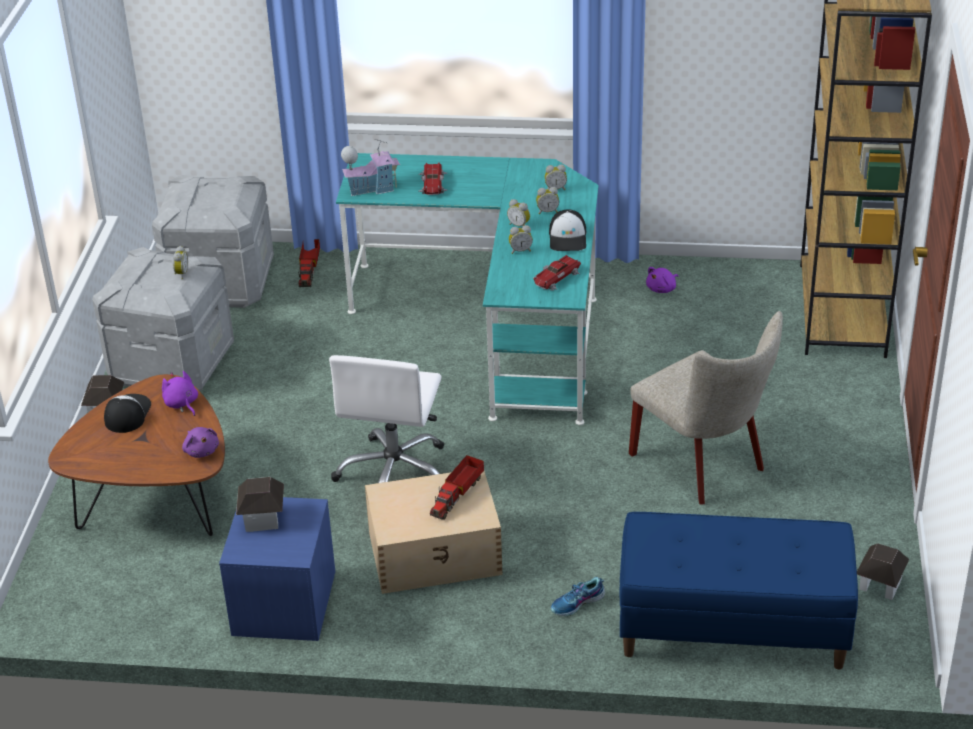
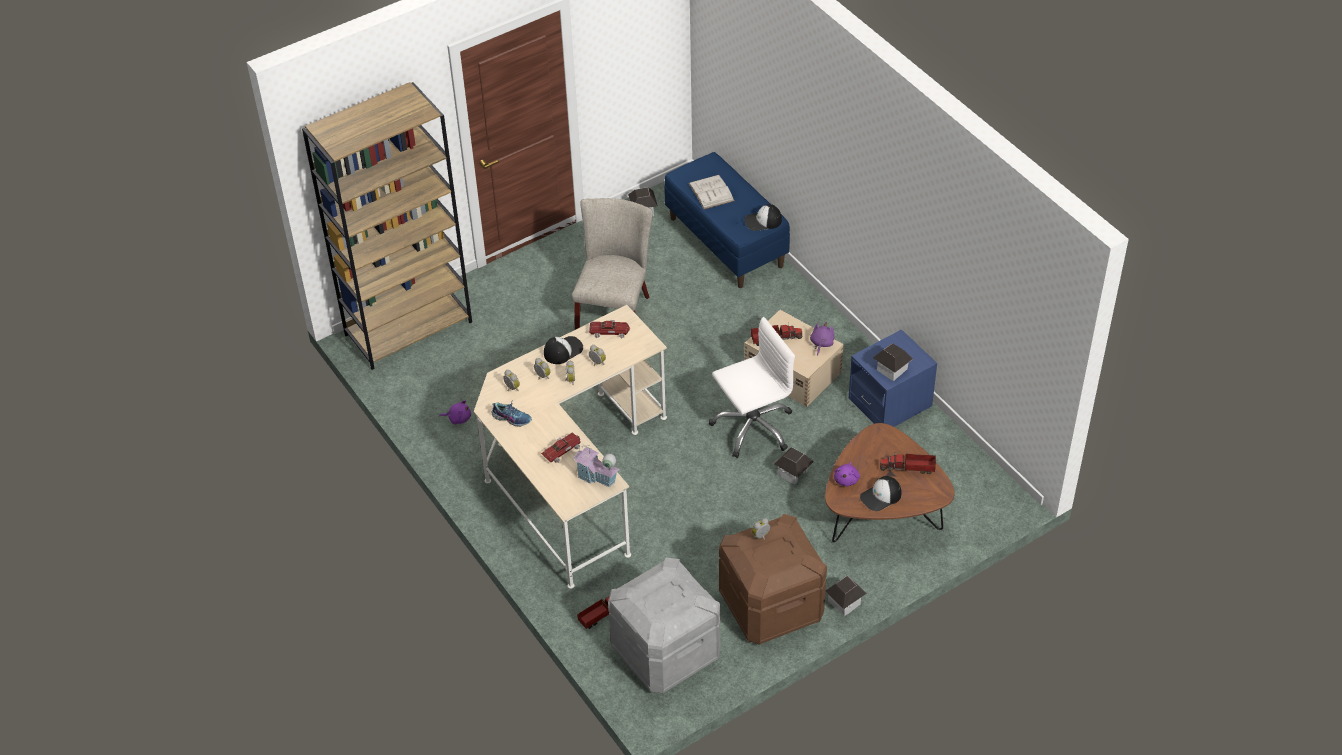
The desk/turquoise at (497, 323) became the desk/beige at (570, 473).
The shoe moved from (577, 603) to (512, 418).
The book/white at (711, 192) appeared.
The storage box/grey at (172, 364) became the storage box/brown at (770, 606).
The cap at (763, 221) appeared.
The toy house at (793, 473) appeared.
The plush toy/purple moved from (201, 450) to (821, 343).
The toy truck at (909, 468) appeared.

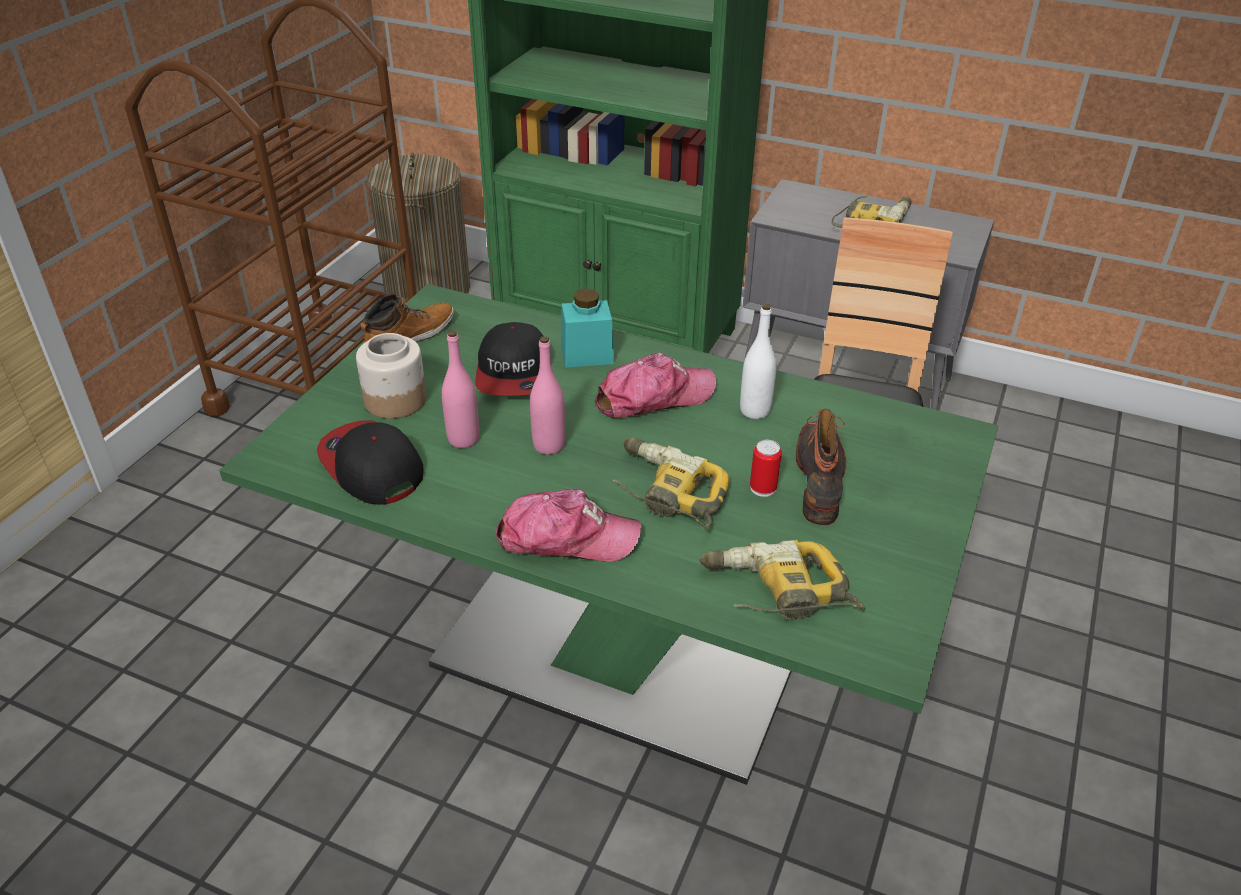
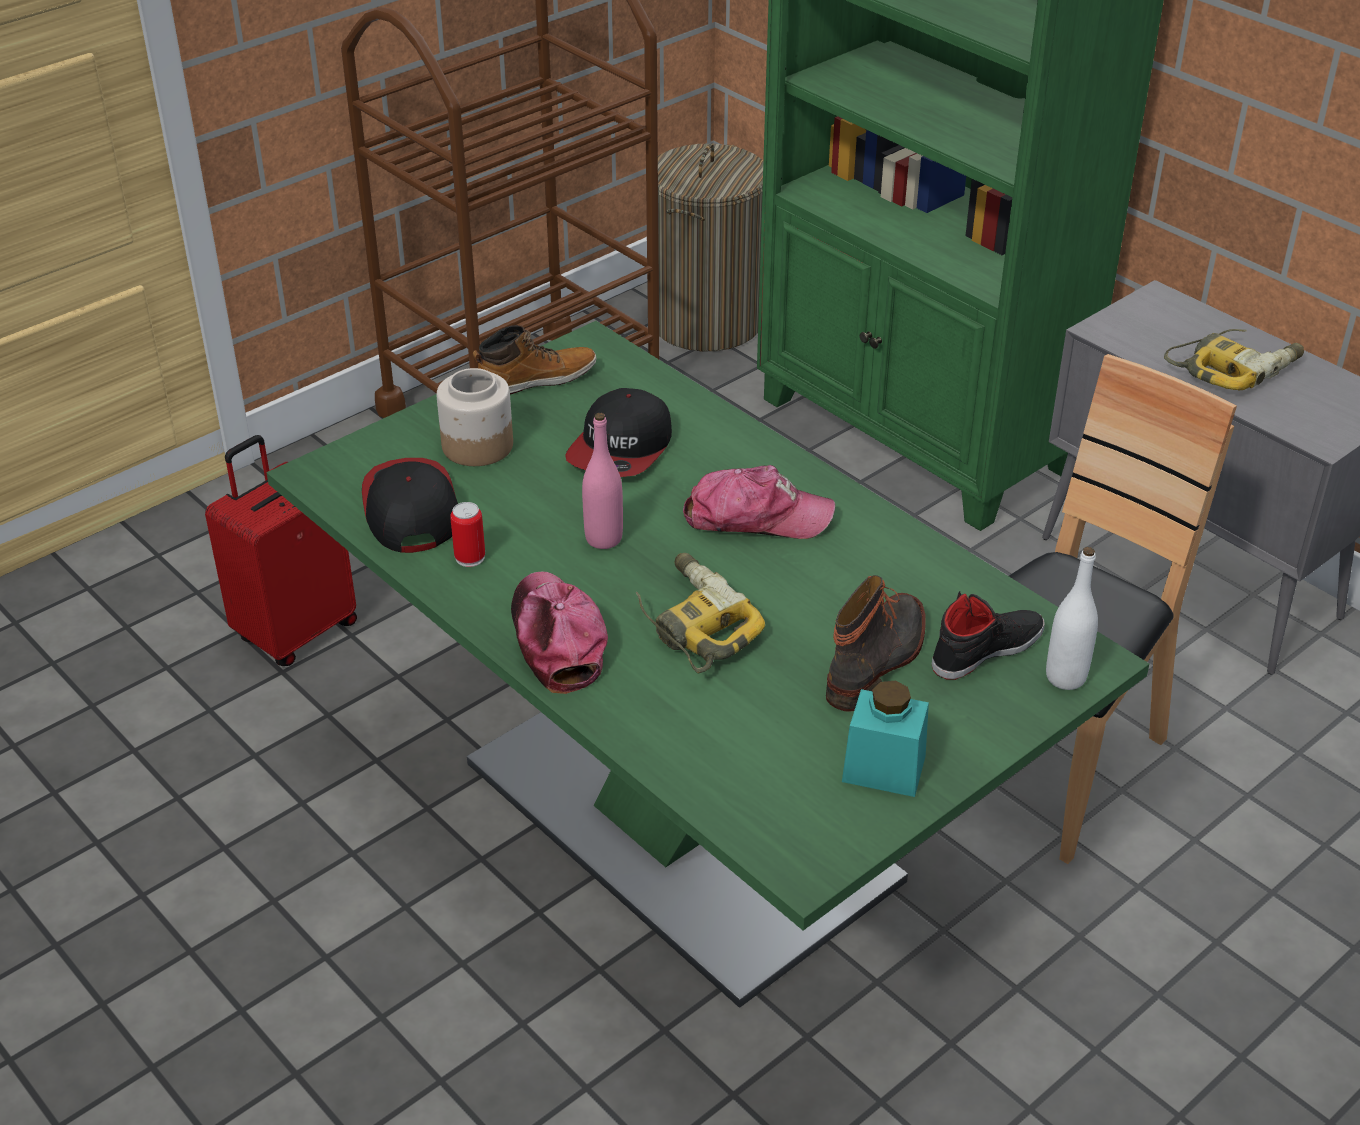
The suitcase/red at (295, 631) appeared.
The can moved from (763, 488) to (470, 557).
The cap at (567, 537) turned 135 degrees counterclockwise.
The jar/turquoise moved from (587, 354) to (883, 769).
The shoe/black at (986, 649) appeared.
The bottle/white moved from (755, 410) to (1065, 677).
The bottle/pink at (463, 439) disappeared.
The power drill at (777, 592) disappeared.

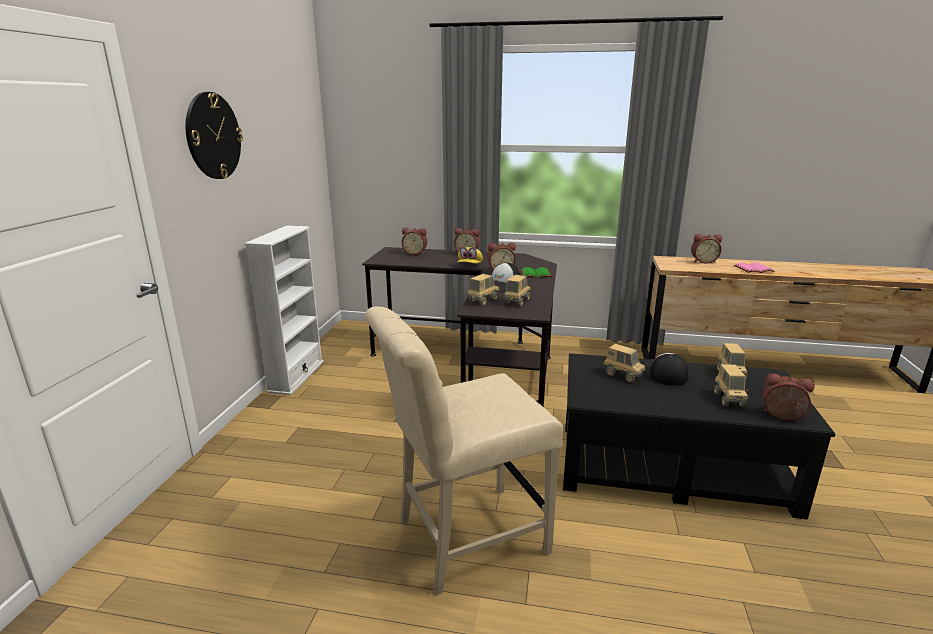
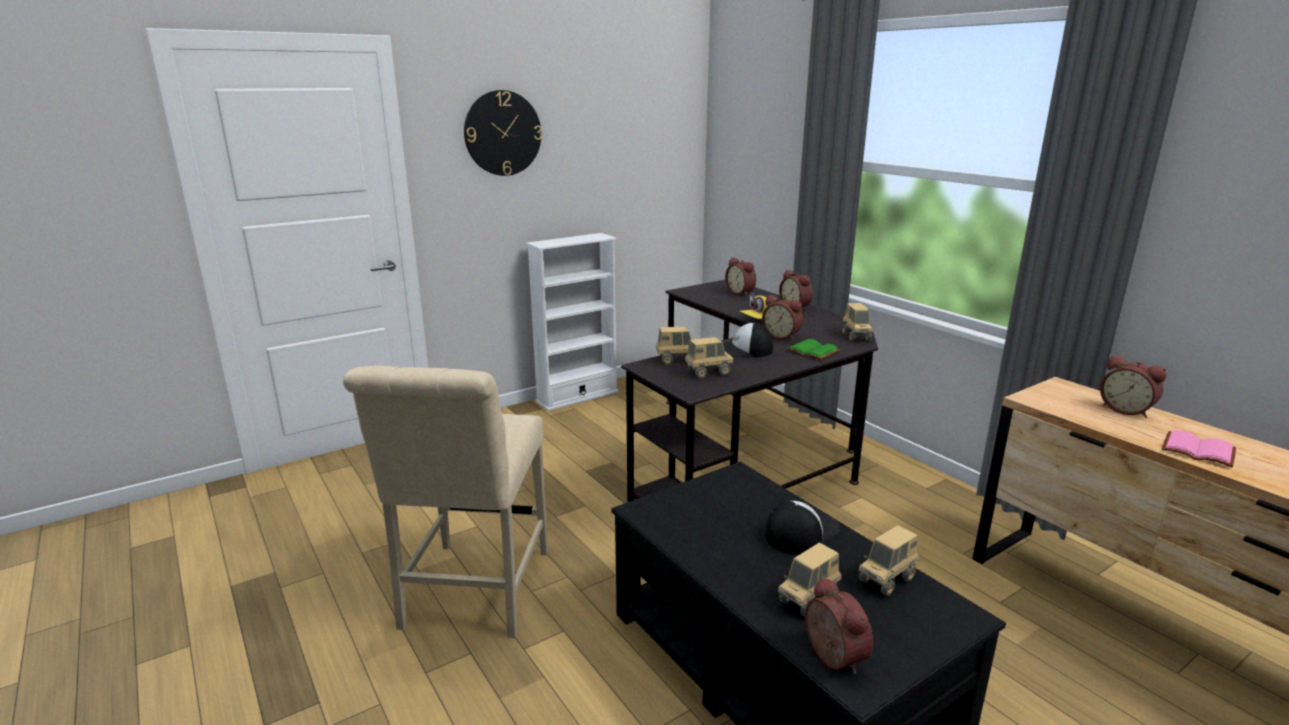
The chair/beige at (463, 538) turned 105 degrees counterclockwise.
The toy truck moved from (623, 375) to (856, 336).

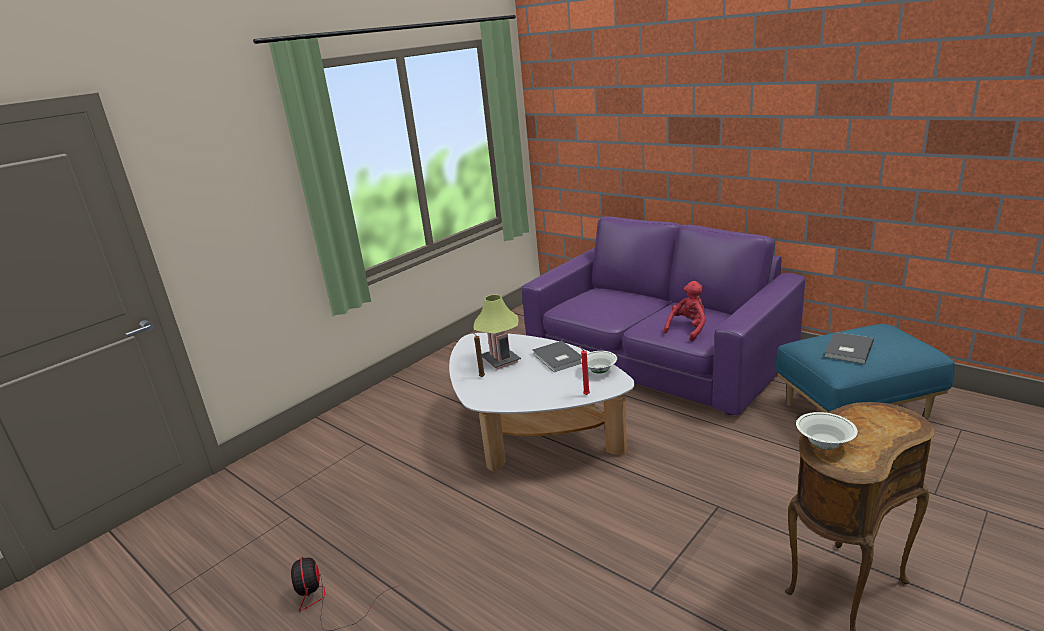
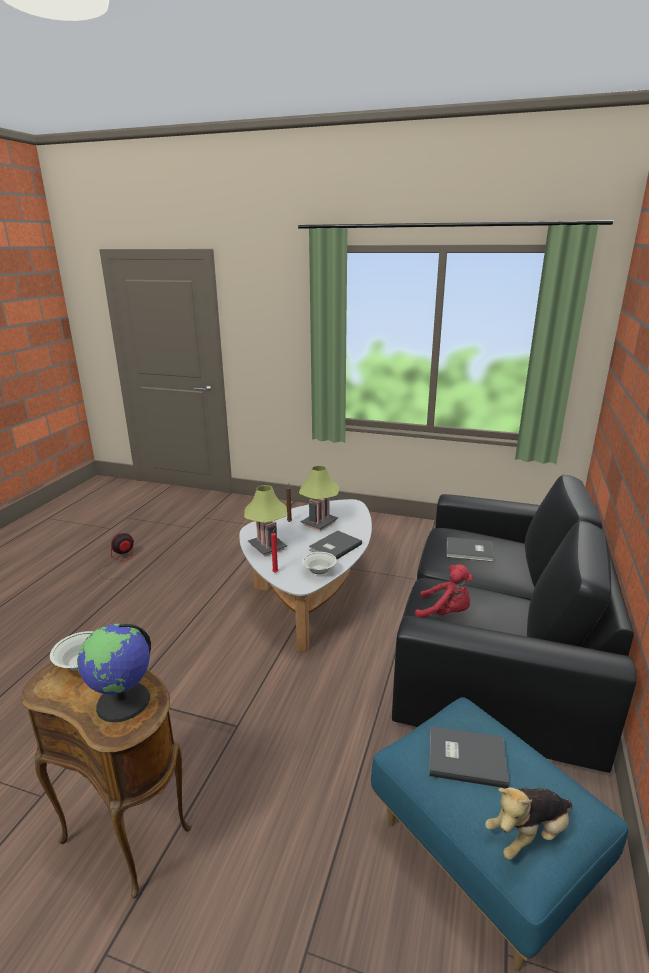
The globe at (124, 702) appeared.
The table lamp at (267, 547) appeared.
The sofa/purple at (657, 356) became the sofa/black at (496, 643).
The book/grey at (470, 551) appeared.
The plush toy at (528, 834) appeared.

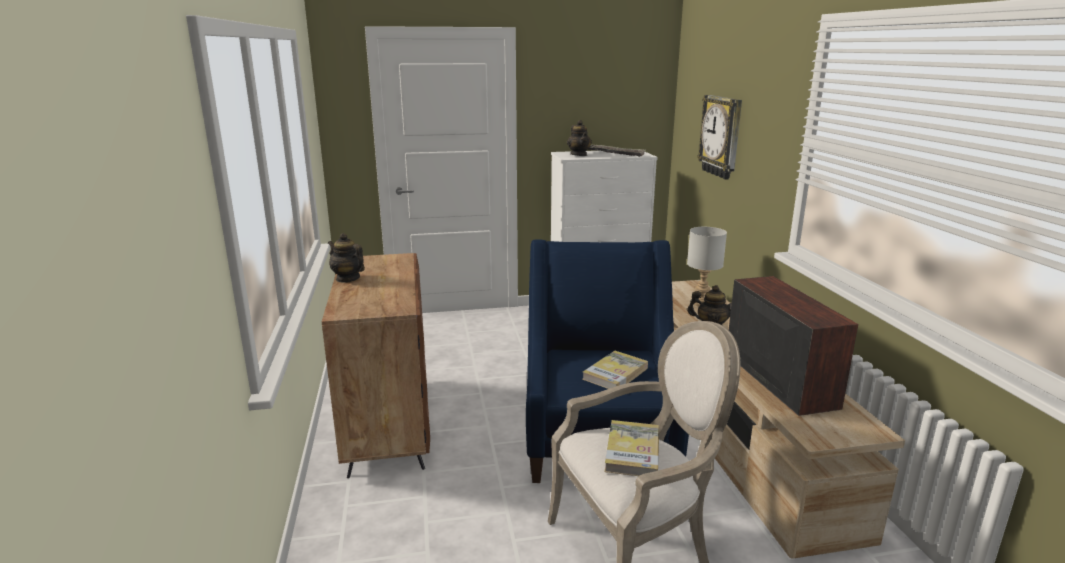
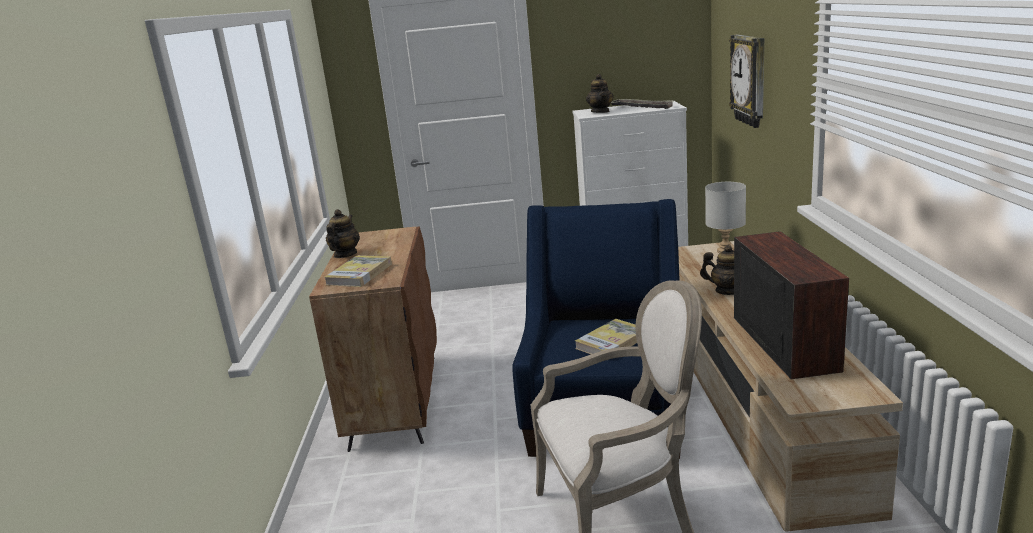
The book moved from (632, 452) to (359, 274).
The teapot at (348, 278) turned 60 degrees clockwise.

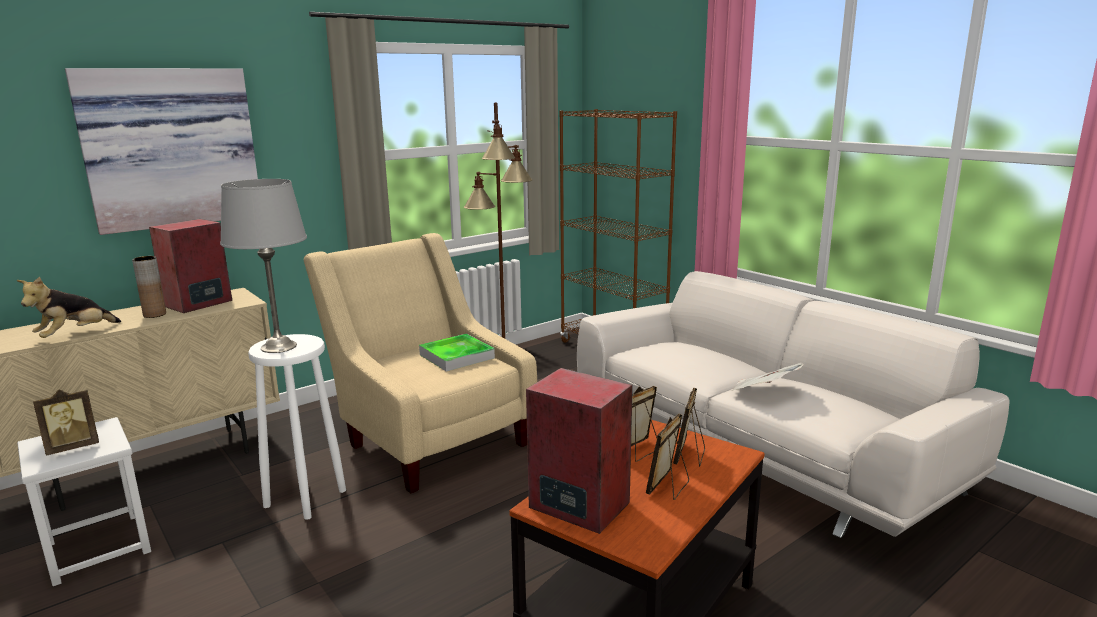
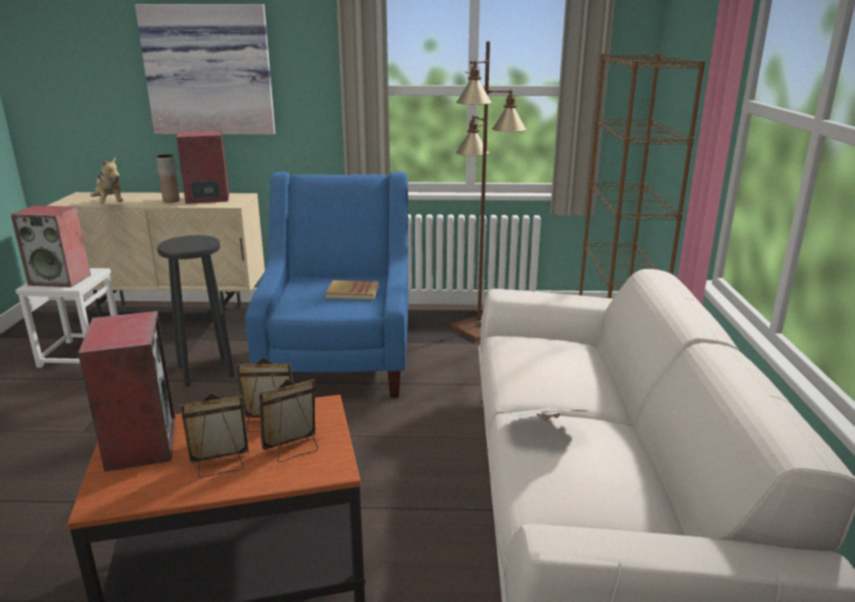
The picture frame at (73, 447) was replaced by the speaker at (61, 280).
The plush toy at (74, 335) turned 105 degrees counterclockwise.
The stool/white at (306, 497) became the stool/black at (206, 371).
The armchair/beige at (429, 438) became the armchair/blue at (340, 361).
The tray at (457, 356) was replaced by the book at (352, 292).
The table lamp/grey at (278, 346) disappeared.

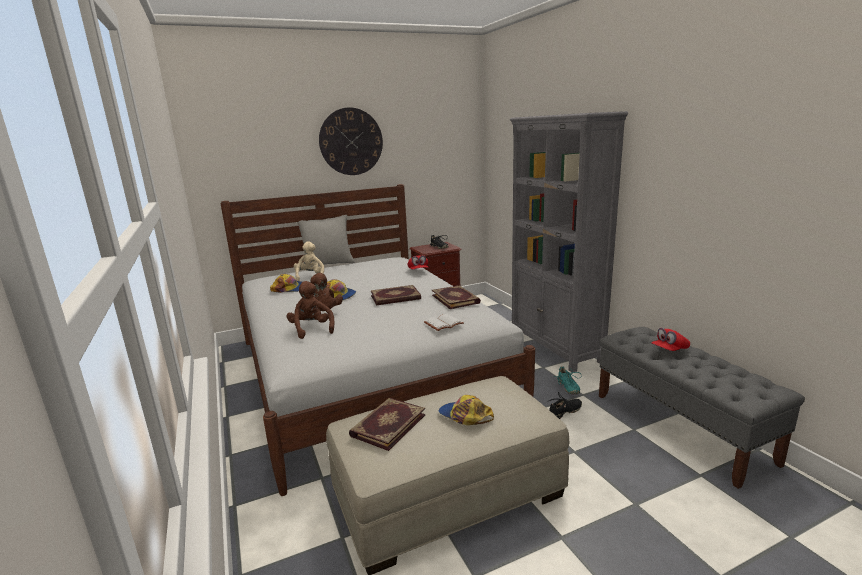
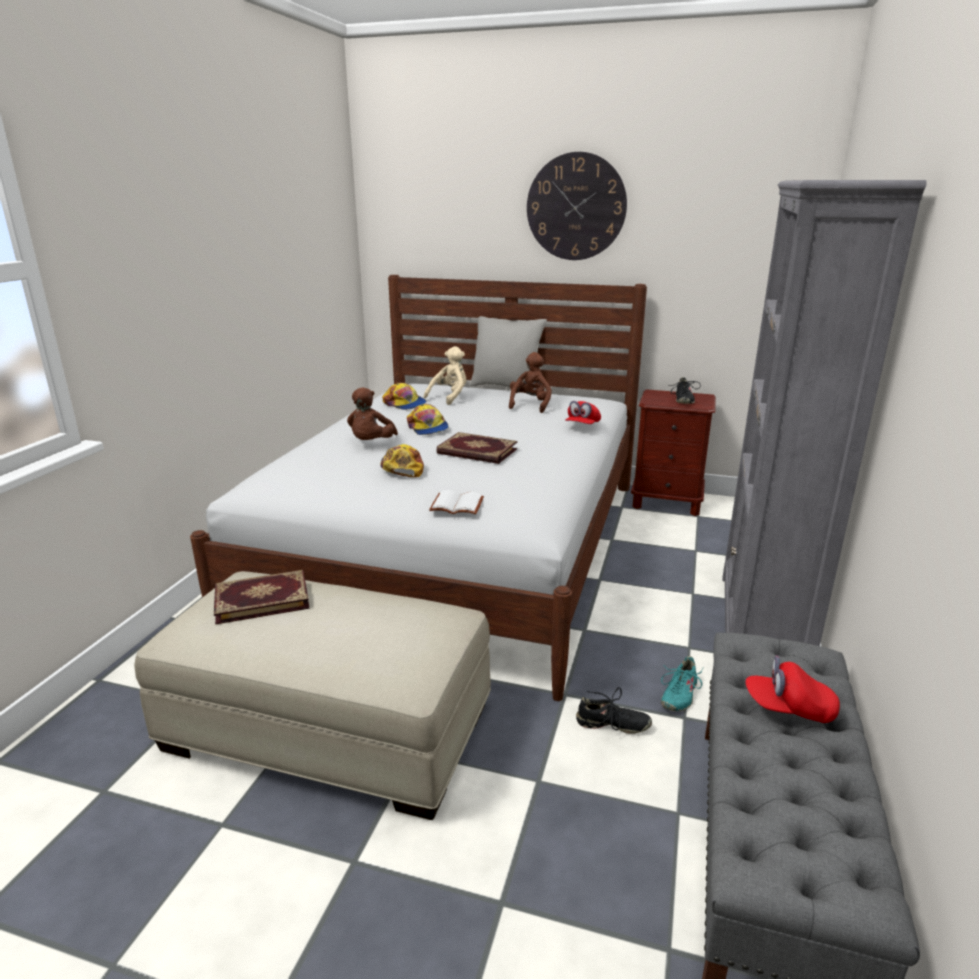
The cap moved from (464, 416) to (402, 468).
The plush toy/brown moved from (312, 329) to (530, 405).
The book at (456, 299) disappeared.

